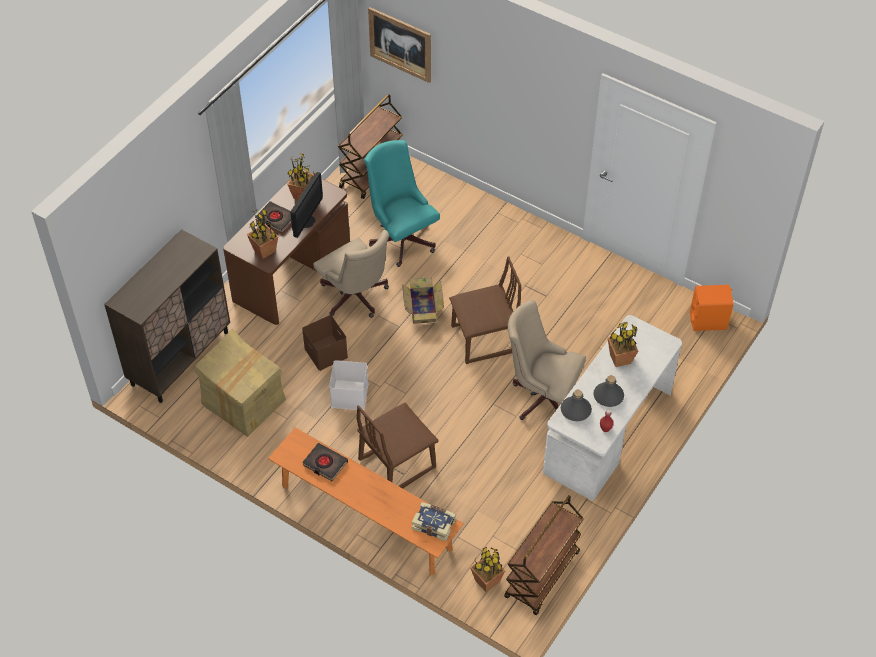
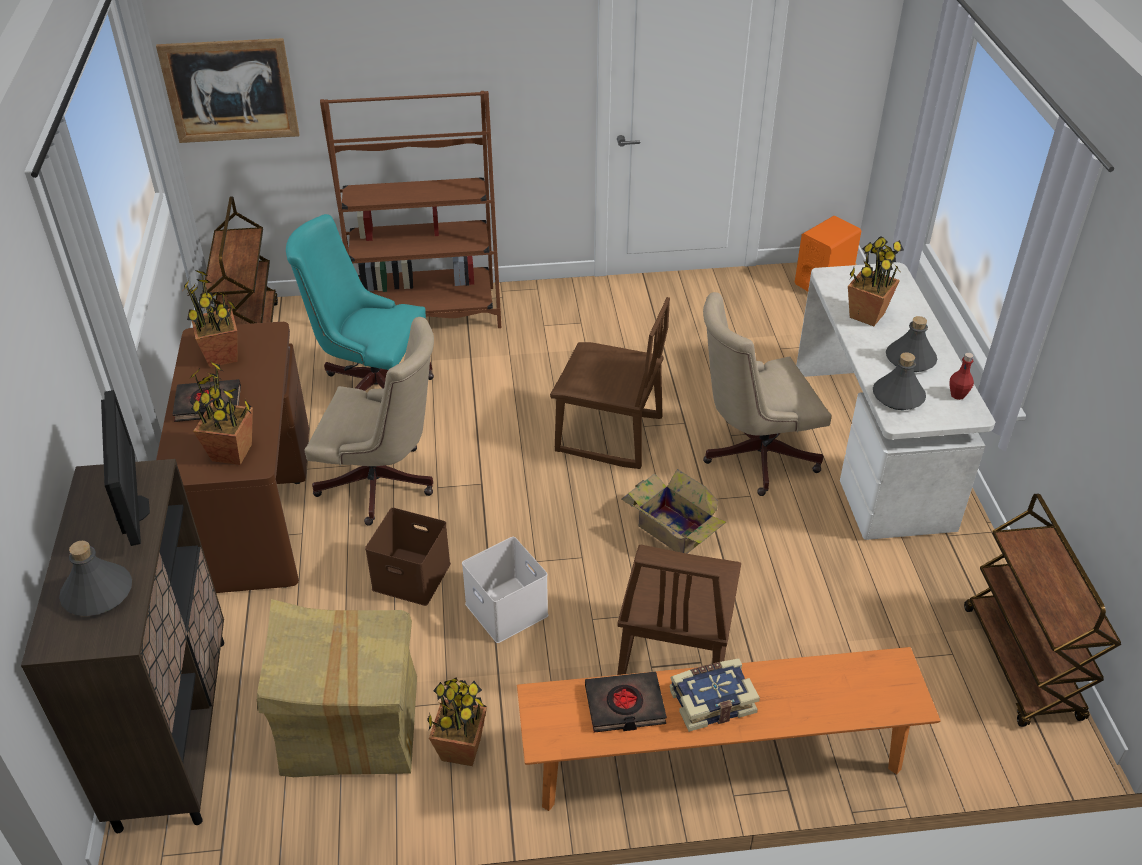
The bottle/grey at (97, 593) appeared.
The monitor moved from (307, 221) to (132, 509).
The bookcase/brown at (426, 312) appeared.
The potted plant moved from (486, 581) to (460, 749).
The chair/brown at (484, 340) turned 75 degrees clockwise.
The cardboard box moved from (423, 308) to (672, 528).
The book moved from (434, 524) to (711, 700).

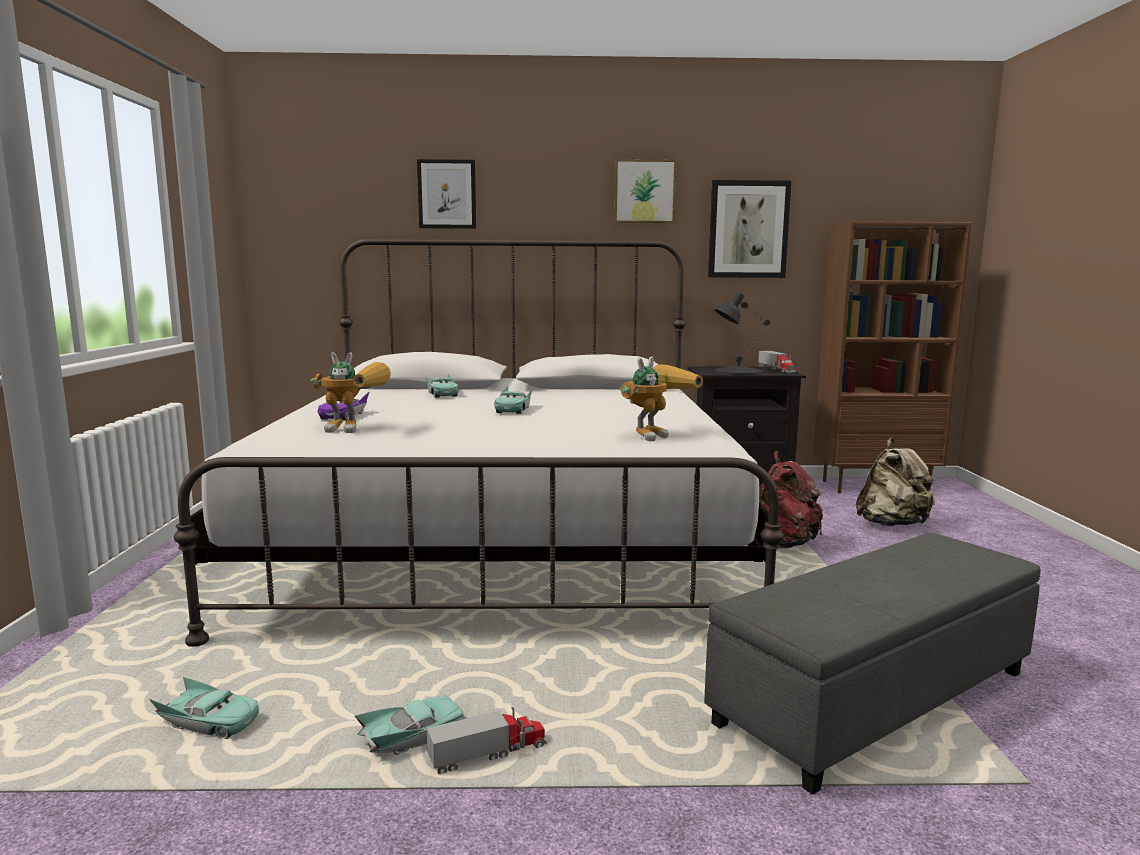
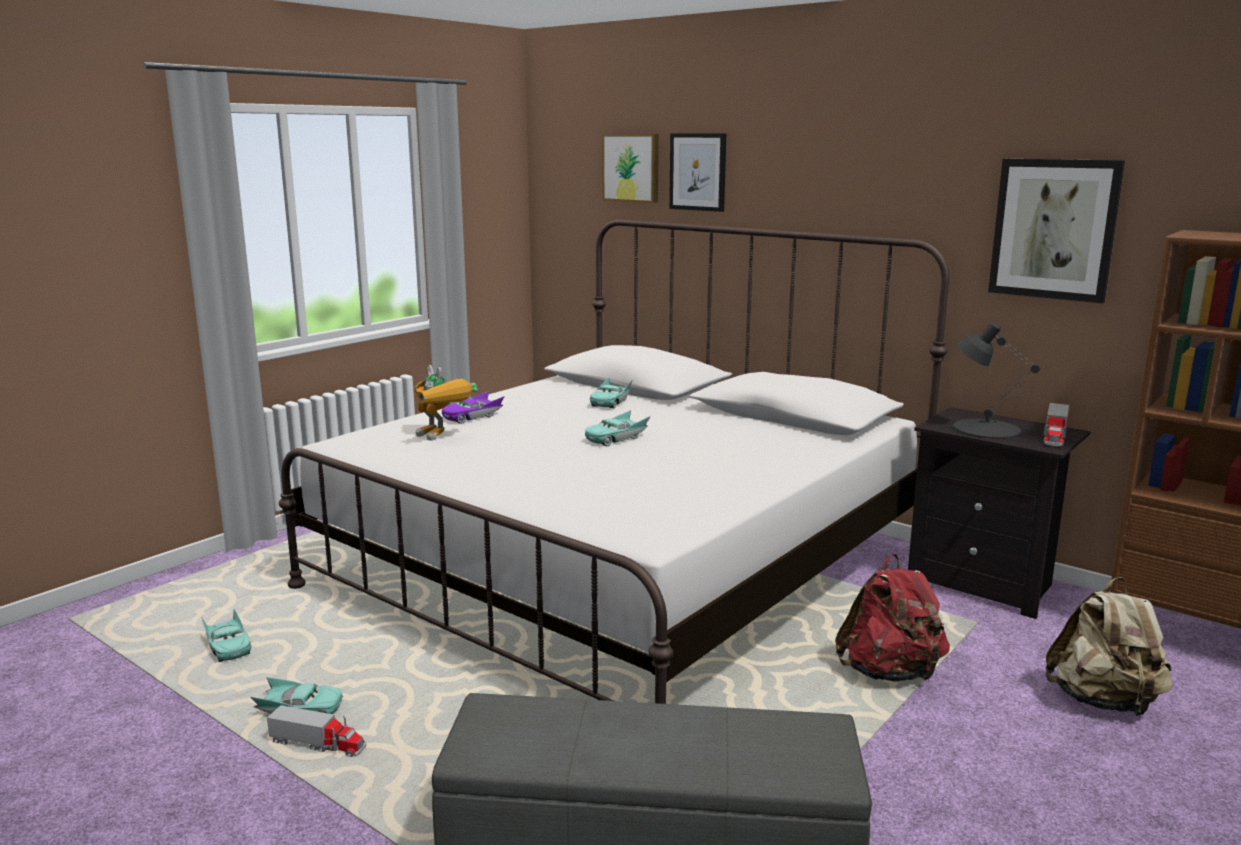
The picture moved from (644, 192) to (632, 167).
The toy robot at (655, 434) disappeared.

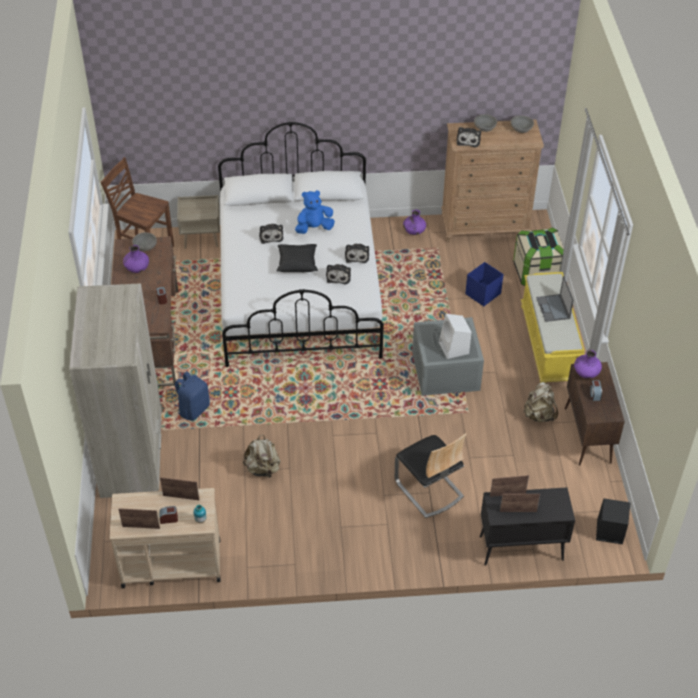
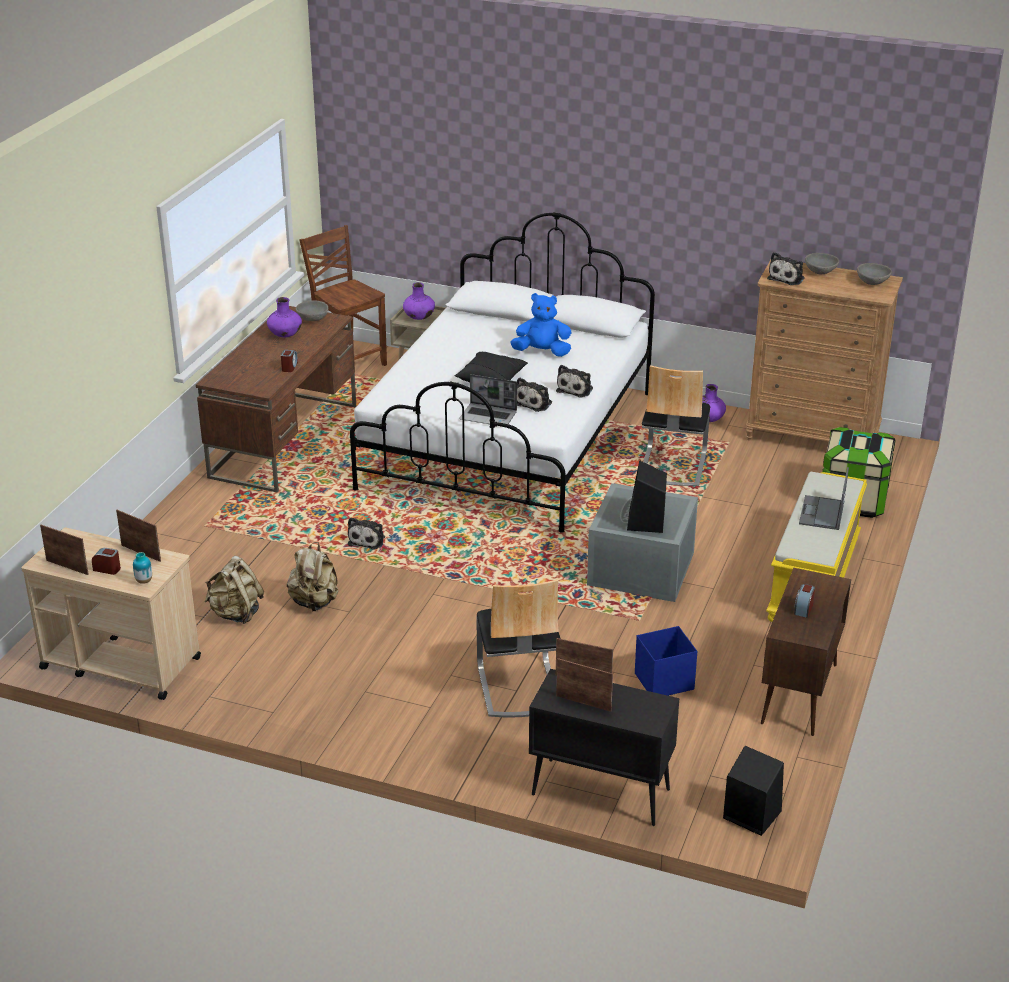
The backpack/beige moved from (539, 415) to (236, 614).
The plush toy moved from (271, 236) to (368, 540).
The vase/purple moved from (586, 373) to (419, 317).
The laptop at (489, 416) appeared.
The speaker/white at (454, 348) became the speaker/black at (646, 522).
The storage box/blue moved from (482, 294) to (663, 681).
The chair at (672, 466) appeared.
The wardrobe/beige at (132, 454) disappeared.
The backpack/blue at (193, 409) disappeared.

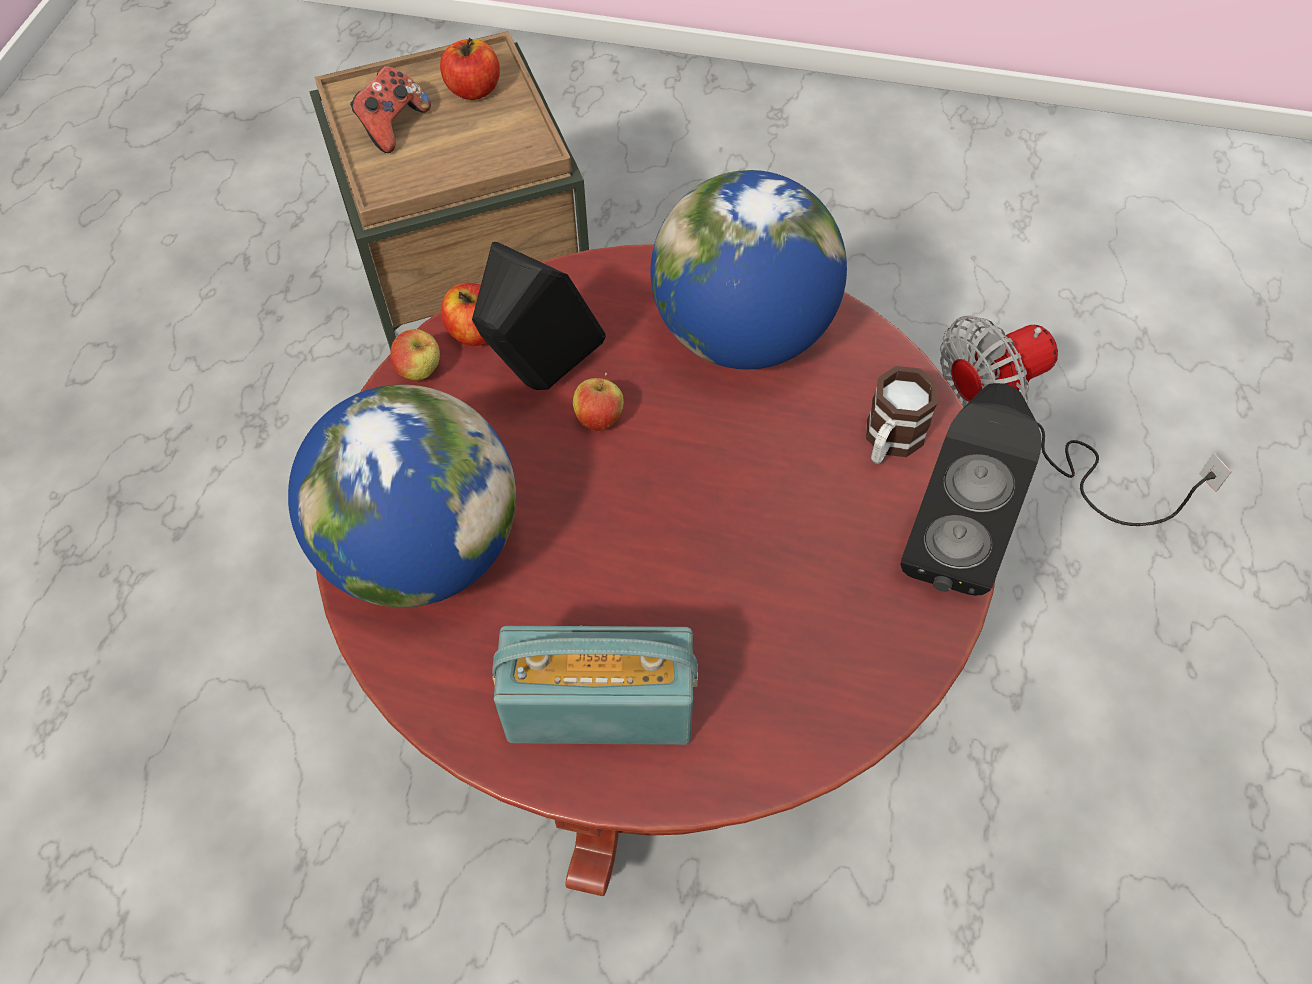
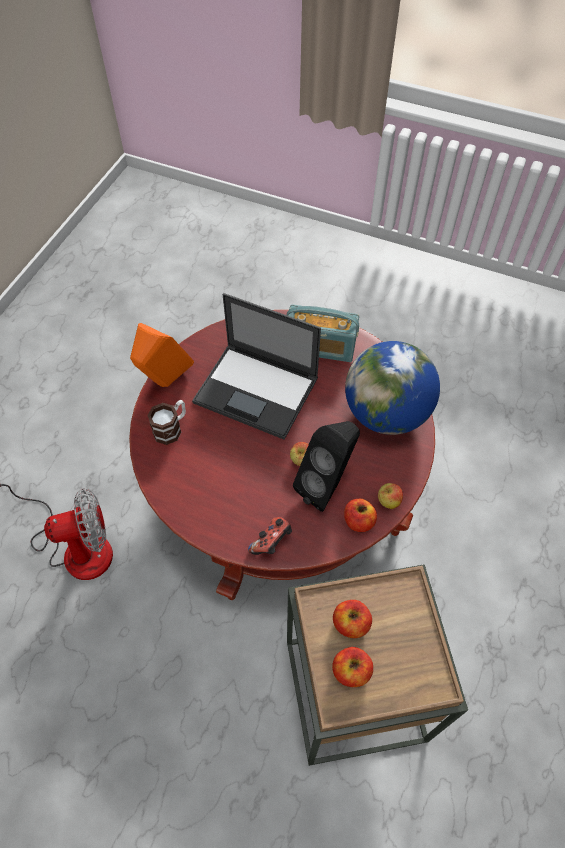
The speaker/black at (950, 540) became the speaker/orange at (165, 383).
The laptop at (257, 391) appeared.
The game controller moved from (393, 126) to (272, 542).
The apple at (350, 623) appeared.
The globe at (742, 334) disappeared.

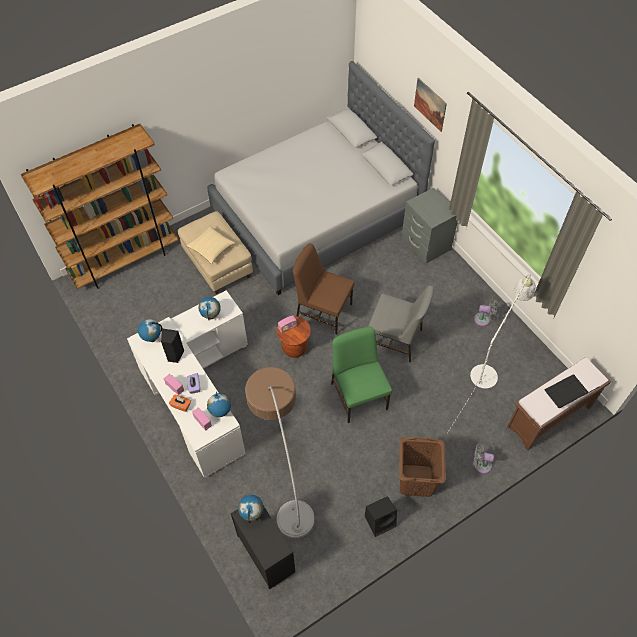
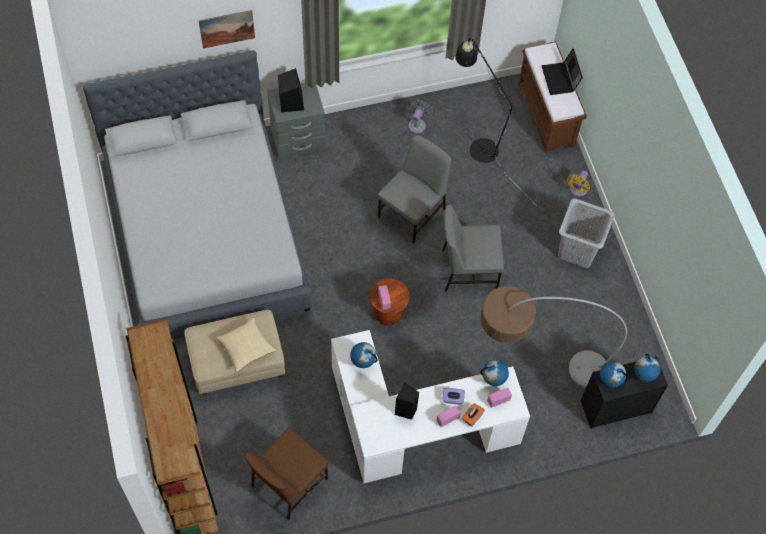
The chair/brown moved from (323, 310) to (288, 483).
The speaker/black moved from (380, 521) to (291, 101).
The chair/green at (359, 395) became the chair/grey at (468, 269).
The floor lamp/white at (487, 370) became the floor lamp/black at (478, 145).
The laundry basket/brown at (416, 480) became the laundry basket/grey at (578, 250).
The fan/grey at (480, 464) became the fan/yellow at (577, 190).
The globe moved from (152, 338) to (643, 376).

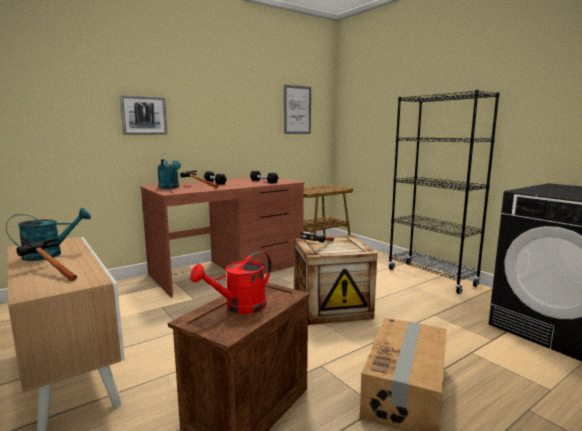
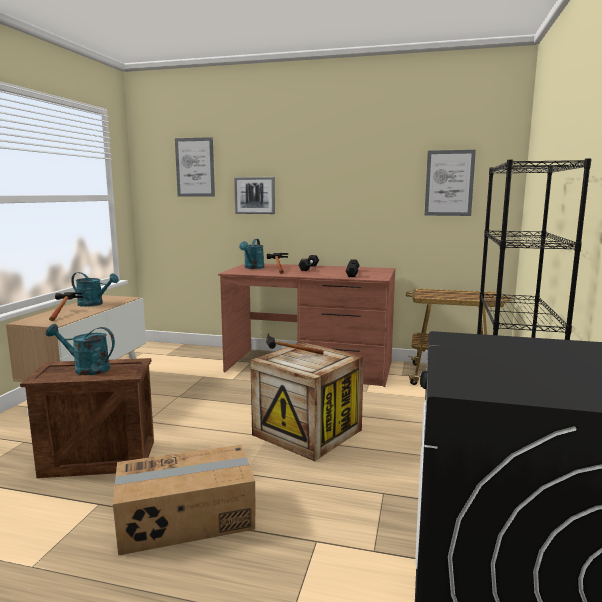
The watering can/red at (239, 308) became the watering can/turquoise at (86, 369).
The picture at (195, 167) appeared.

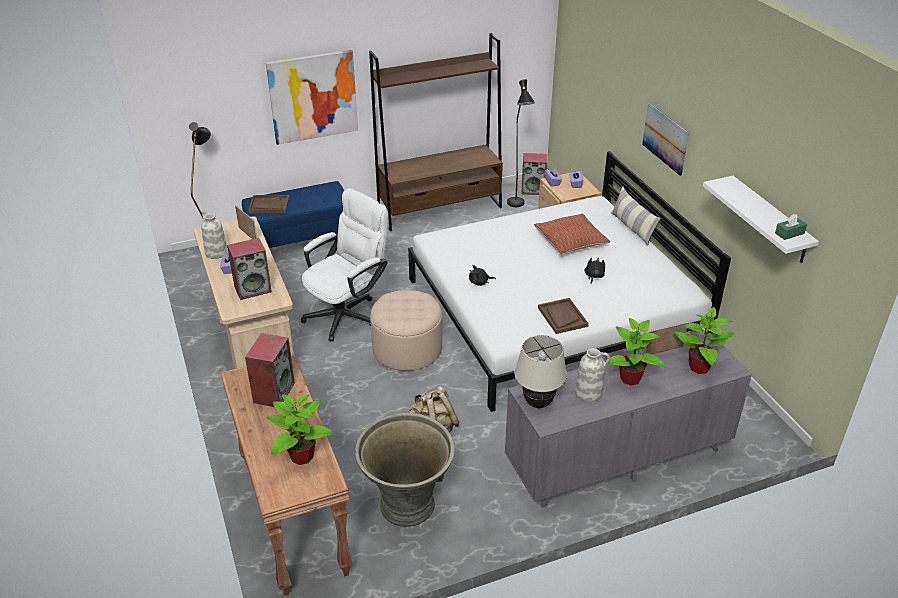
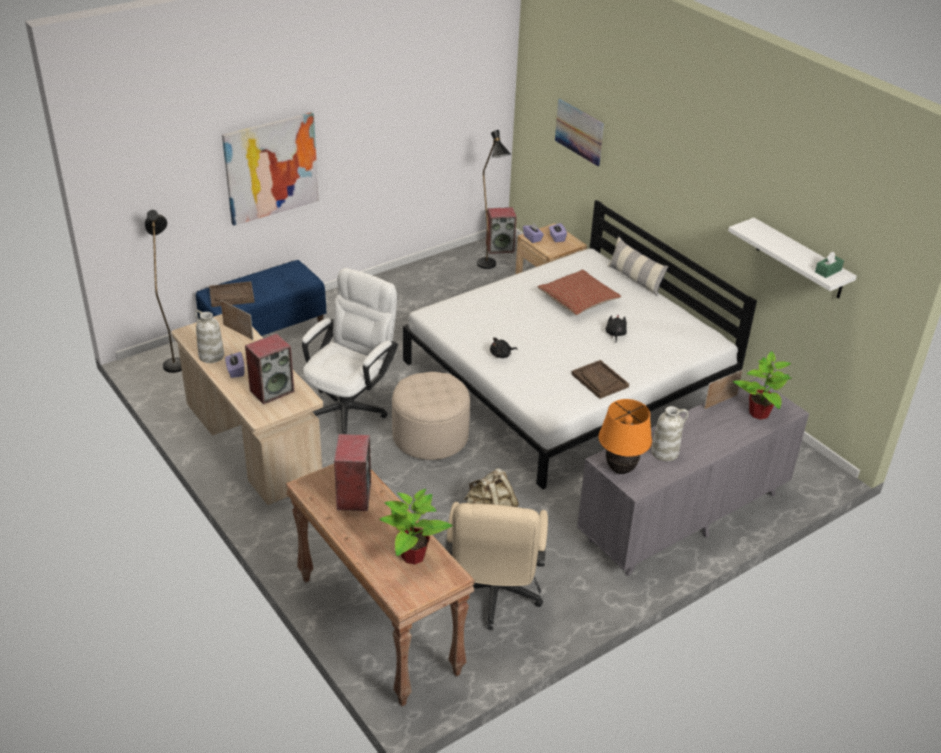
The planter/grey at (407, 506) was replaced by the office chair/beige at (493, 597).
The picture moved from (665, 138) to (579, 132).
The table lamp/beige at (538, 403) became the table lamp/orange at (620, 469).
The bookcase/brown at (440, 210) disappeared.
The potted plant at (630, 379) disappeared.

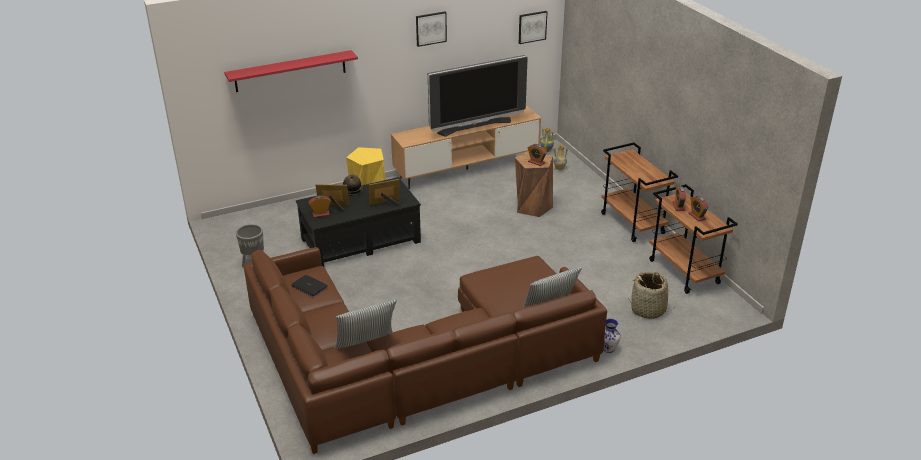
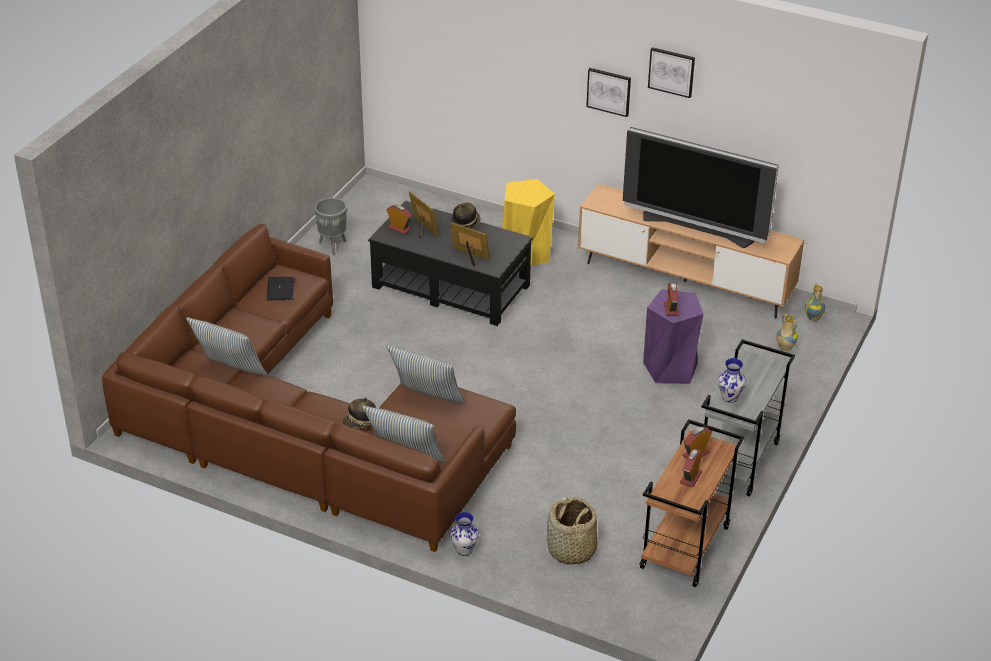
The hat at (360, 423) appeared.
The pillow at (426, 401) appeared.
The picture moved from (532, 27) to (609, 91).
The stool/brown at (533, 207) became the stool/purple at (670, 368).
The cart/brown at (633, 224) became the cart/grey at (738, 462).
The vase at (729, 397) appeared.
The shelf/red at (290, 71) disappeared.

